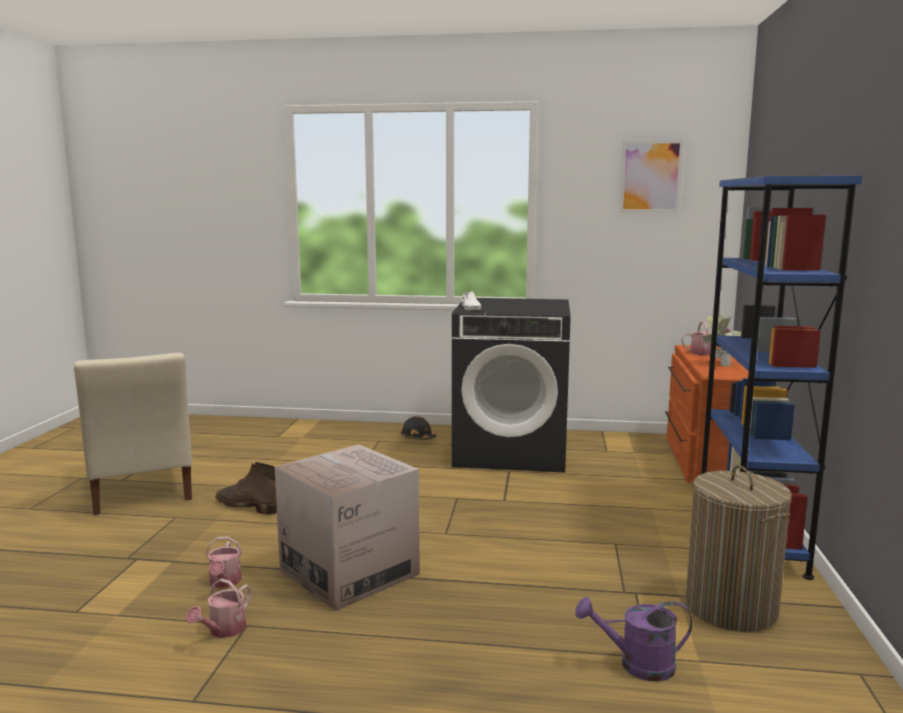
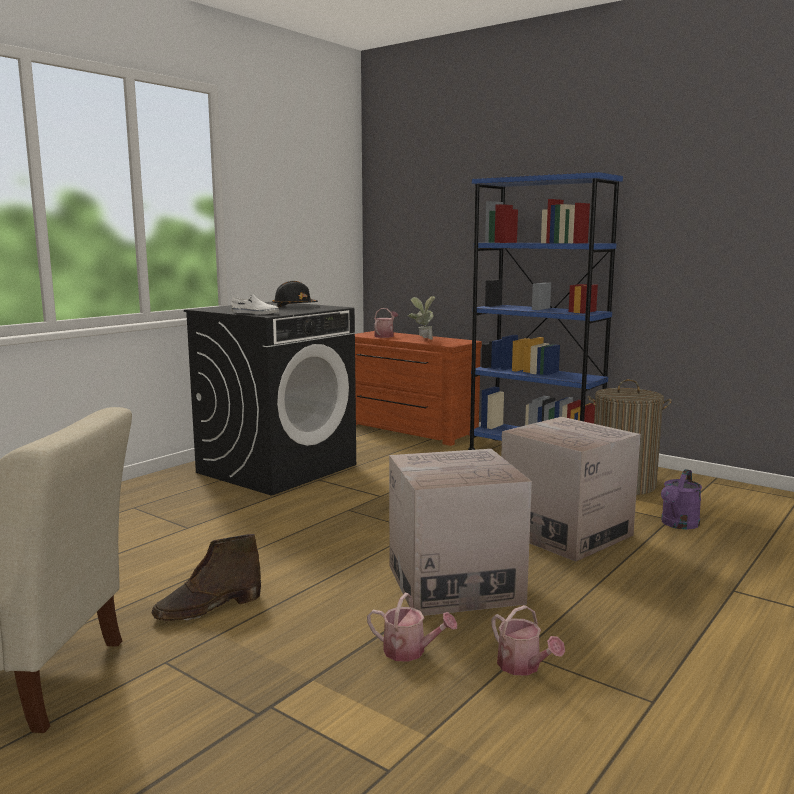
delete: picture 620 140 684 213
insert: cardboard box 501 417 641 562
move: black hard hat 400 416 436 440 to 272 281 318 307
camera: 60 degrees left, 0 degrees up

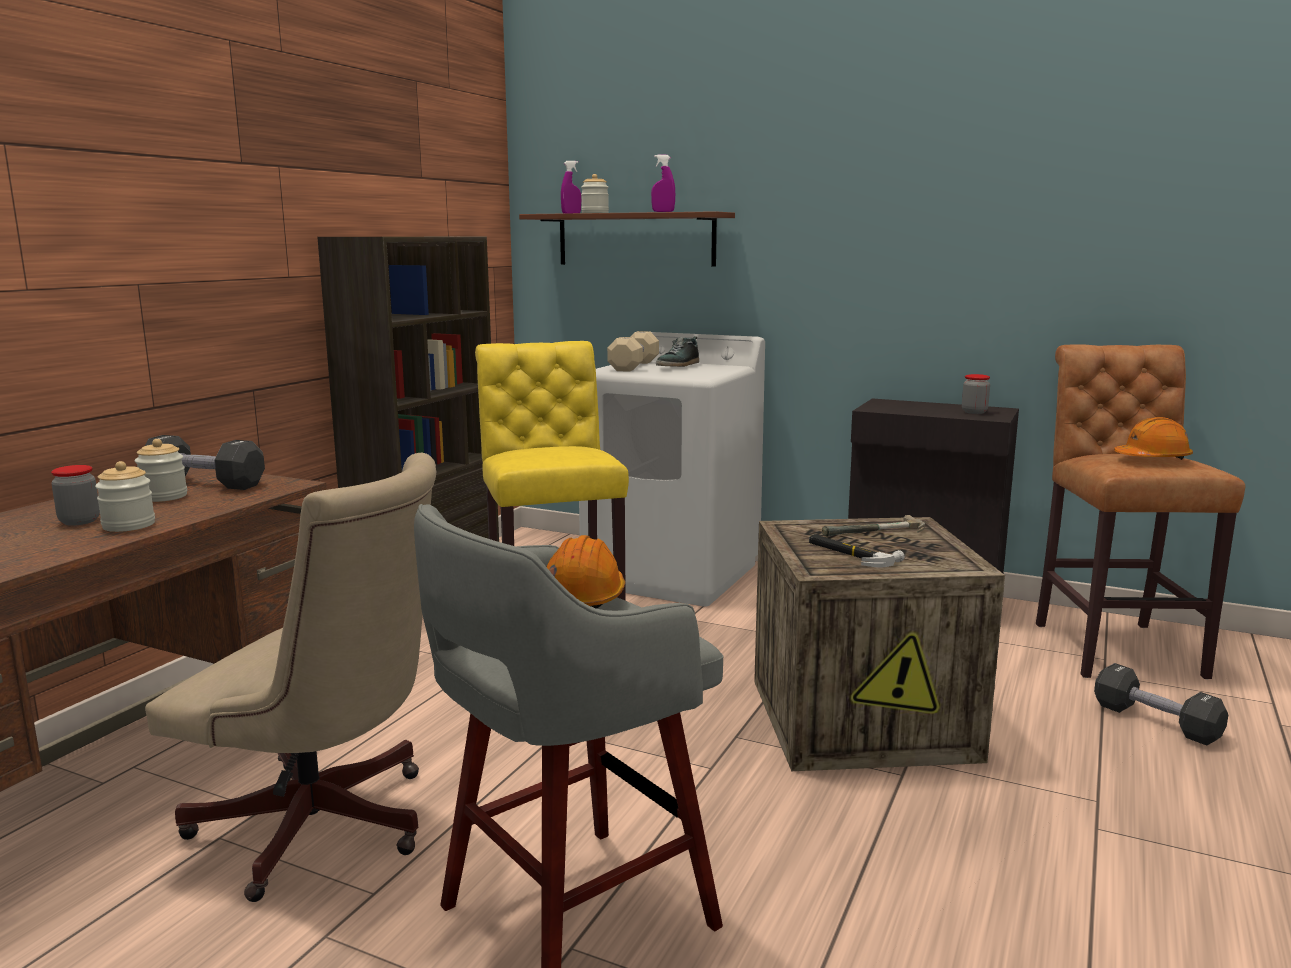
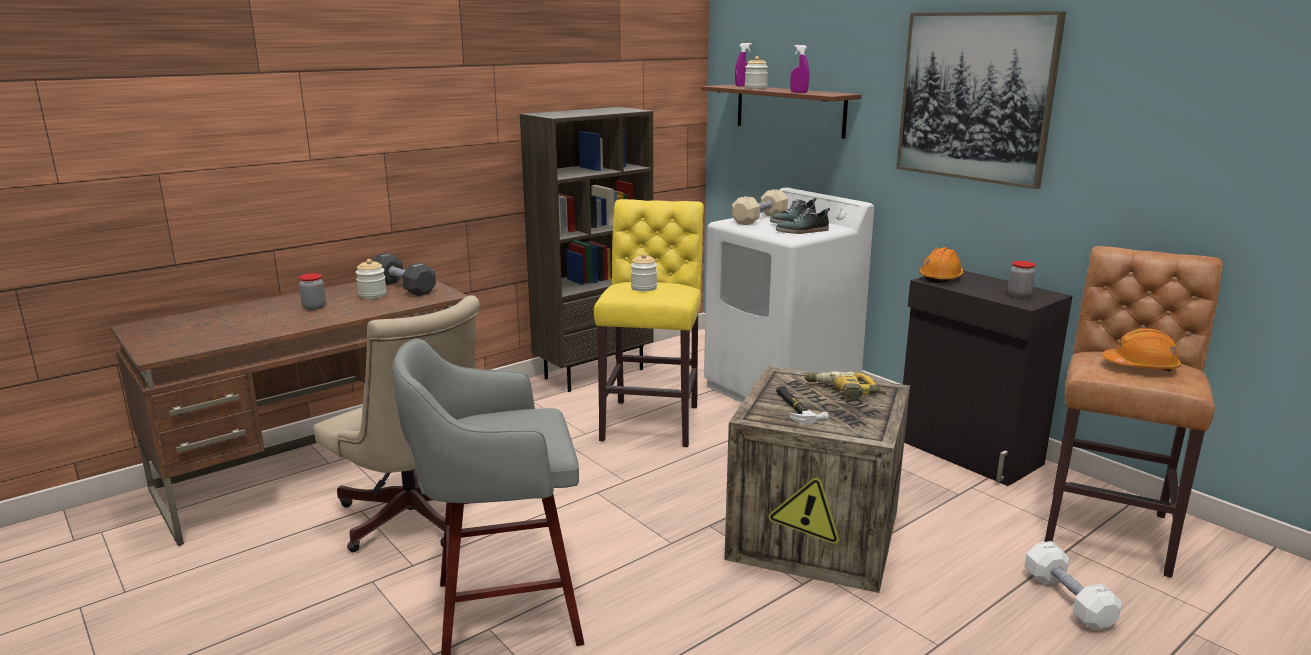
insert: shoe 776 208 830 234; picture 896 11 1066 189
move: jar 95 461 155 532 to 631 253 657 291; orange hard hat 547 535 625 609 to 919 247 964 283
replace: hammer 822 515 925 537 to power drill 804 371 886 400
recolor: black dumbbell 1094 663 1228 745 to white dumbbell 1024 541 1122 630
camera: 25 degrees right, 5 degrees up

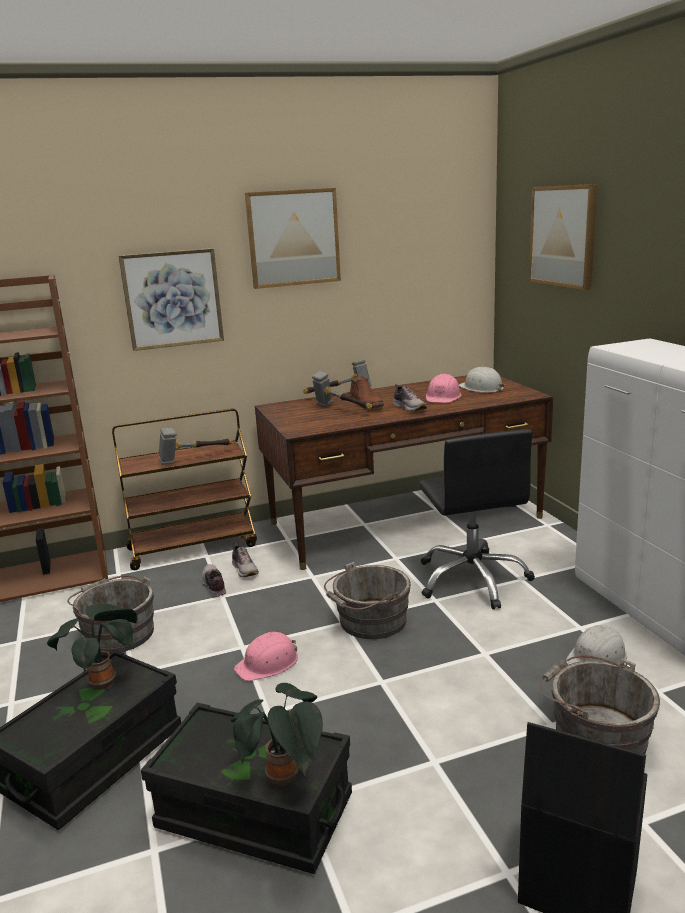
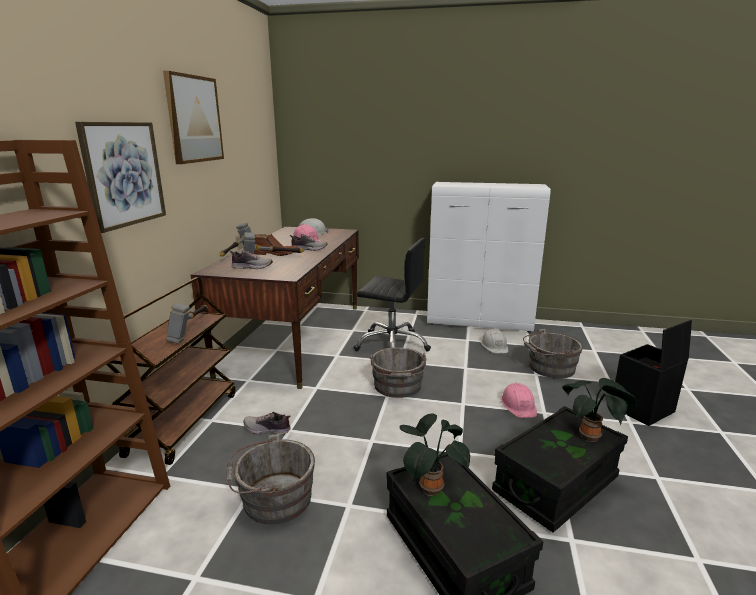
delete: picture 529 184 597 290
move: shoe 232 542 259 577 to 230 250 273 269; pink hard hat 234 632 298 681 to 501 383 537 418
camera: 60 degrees left, 0 degrees up

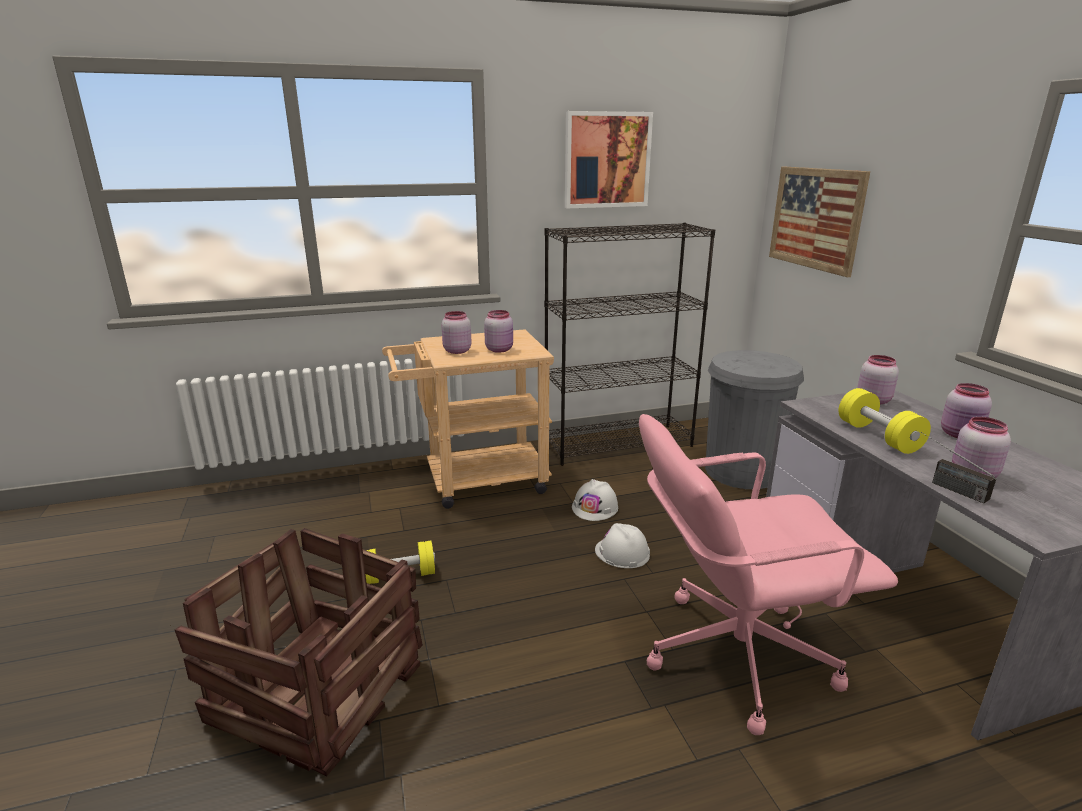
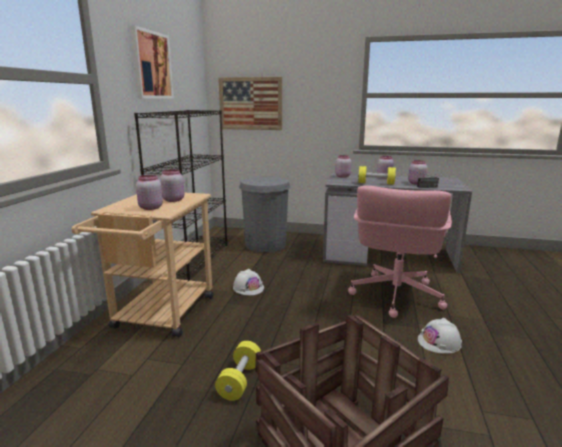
move: white hard hat 595 523 650 568 to 418 318 462 354
camera: 60 degrees left, 5 degrees down

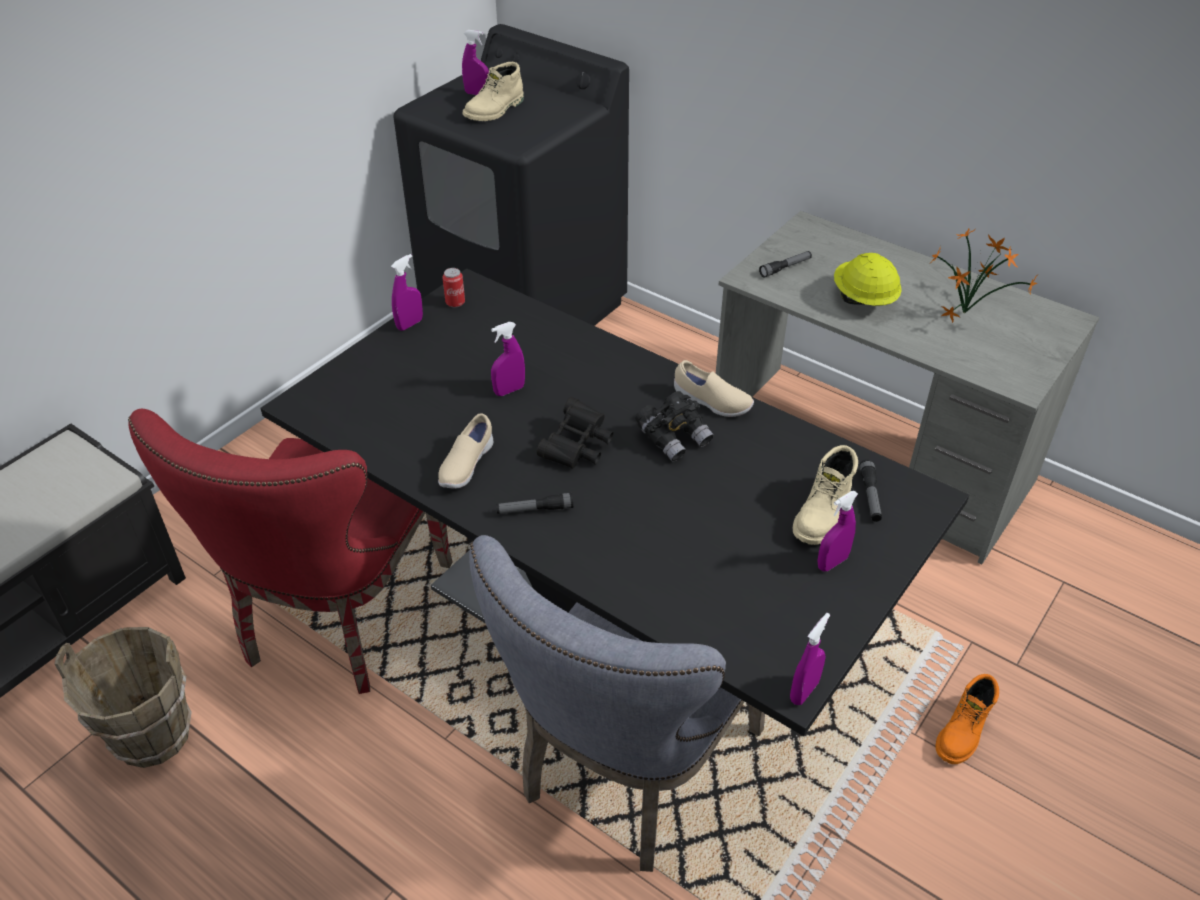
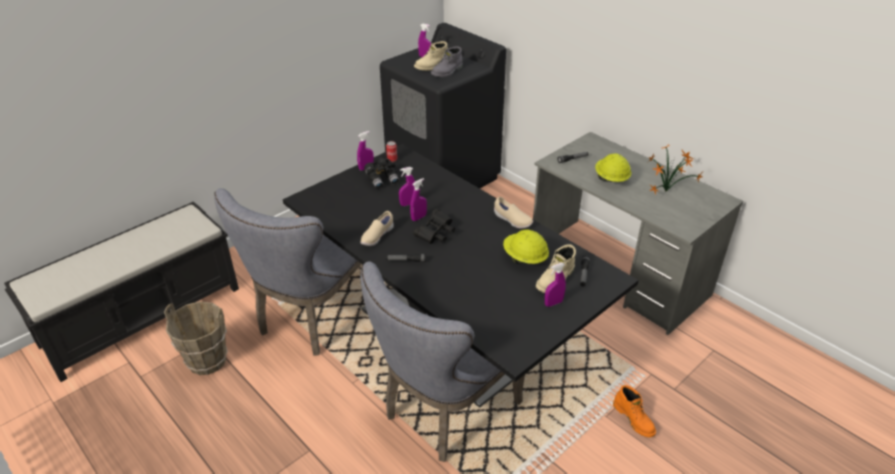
insert: grey boot 431 46 463 77; yellow hard hat 503 229 549 264
move: black binoculars 635 391 714 462 to 364 158 399 189; purple spray bottle 790 613 830 705 to 410 178 427 221
recolor: red chair 128 409 452 694 to grey chair 214 188 361 355
rotate: orange boot 935 674 999 764 = 613 385 656 437 75 degrees counterclockwise
camera: 10 degrees right, 5 degrees down

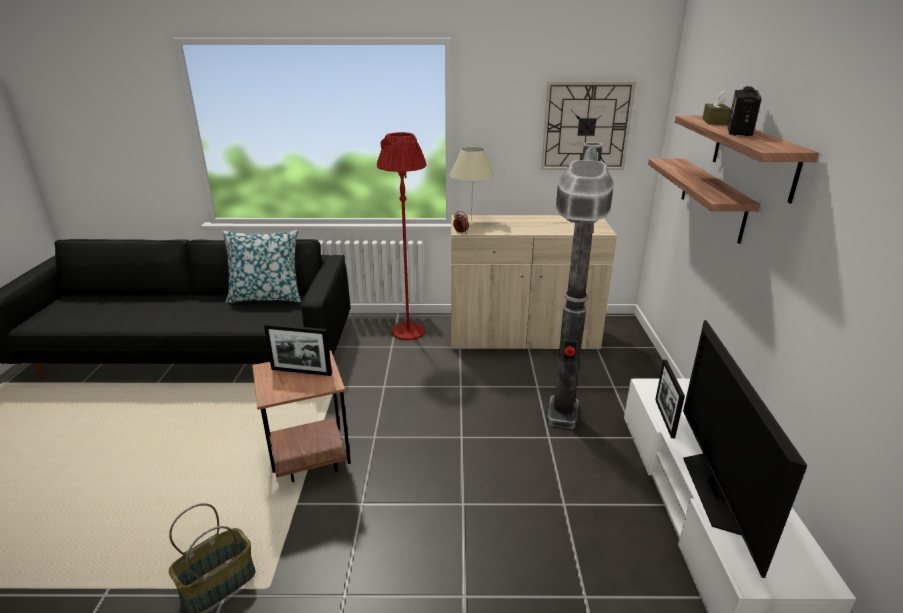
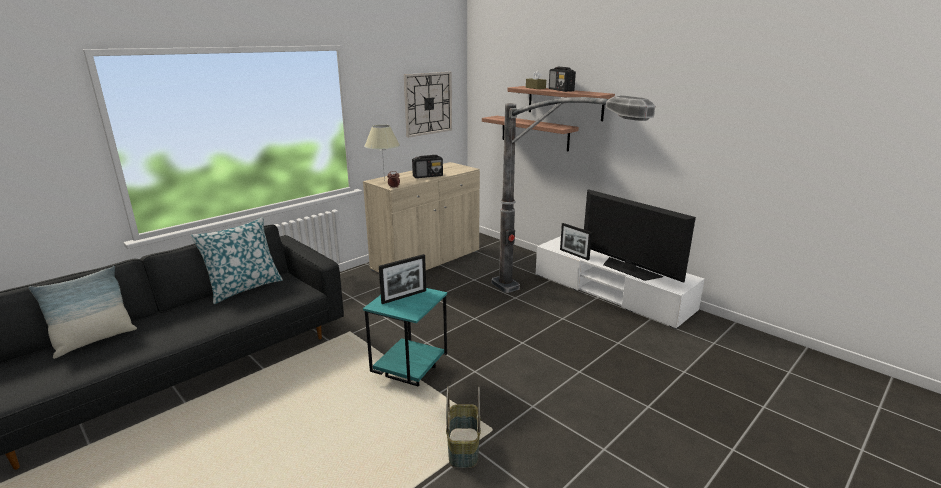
delete: red floor lamp 377 132 426 340
insert: pillow 29 266 137 359; radio 412 155 443 178
recolor: brown side table 252 351 351 482 to turquoise side table 363 288 447 387
camera: 45 degrees left, 5 degrees down

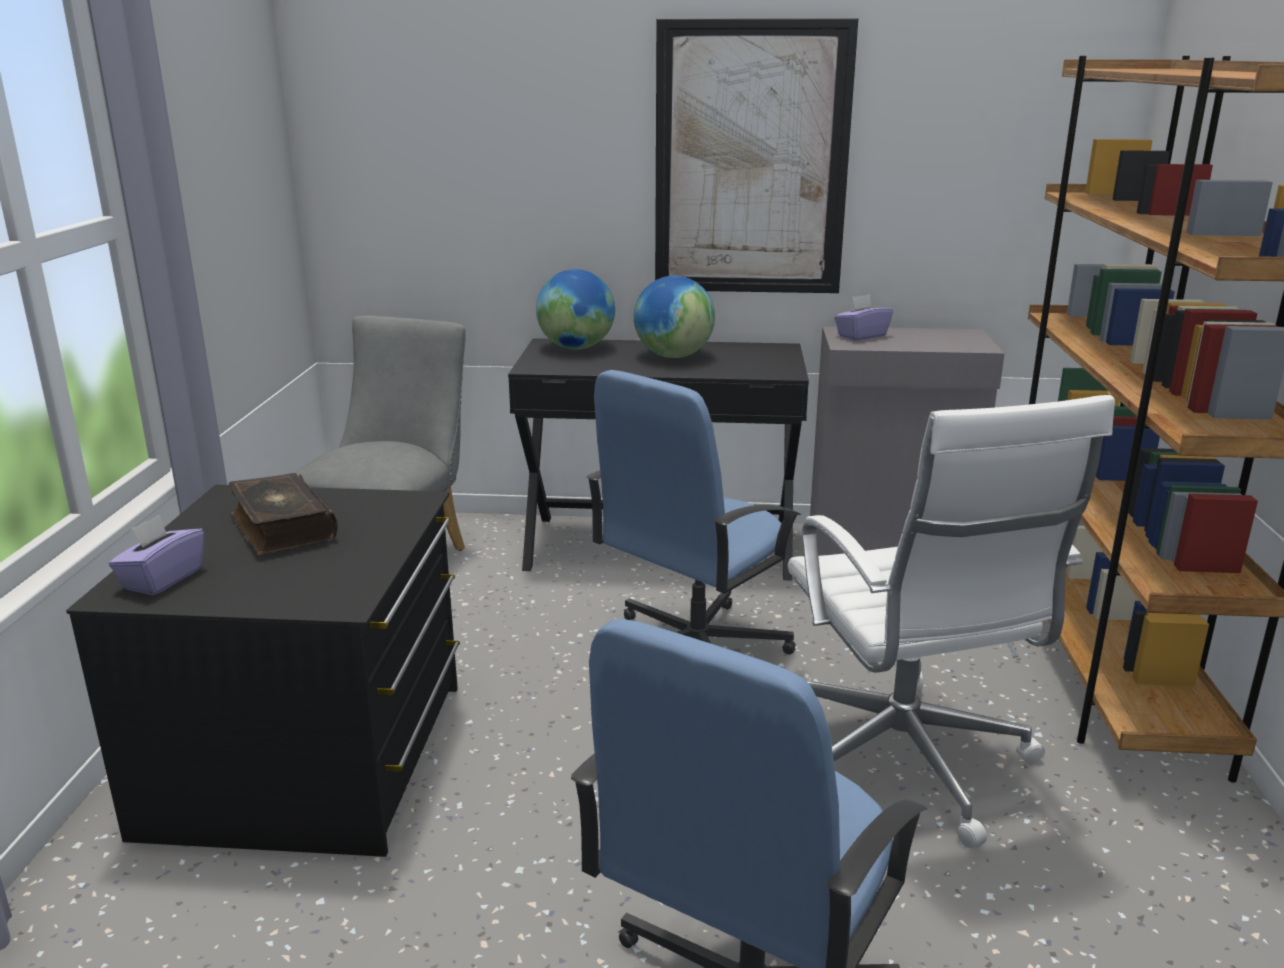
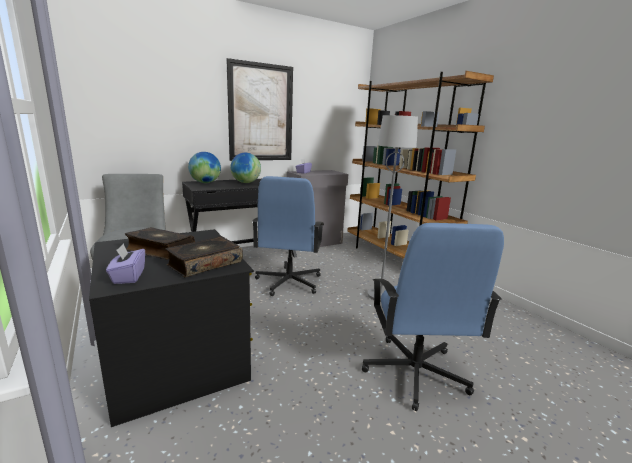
insert: book 166 236 243 277
replace: white office chair 788 395 1115 849 to grey floor lamp 367 115 418 302
camera: 35 degrees left, 5 degrees down

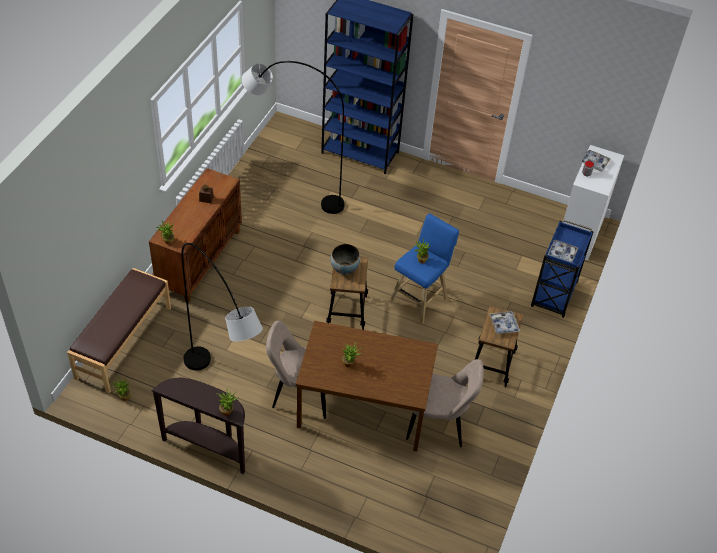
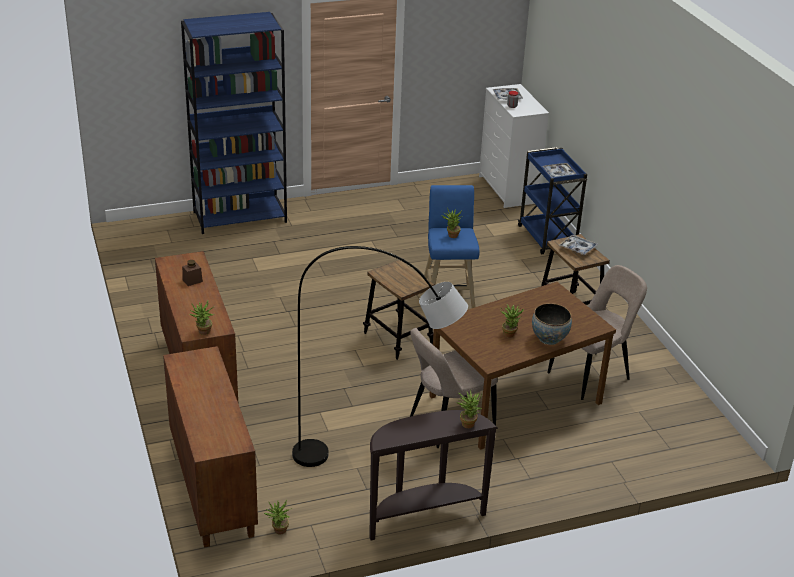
delete: grey floor lamp 242 61 345 214
move: bowl 331 244 360 275 to 532 303 572 345
replace: brown bench 67 268 171 393 to brown cabinet 163 346 258 548
camera: 40 degrees left, 15 degrees down

